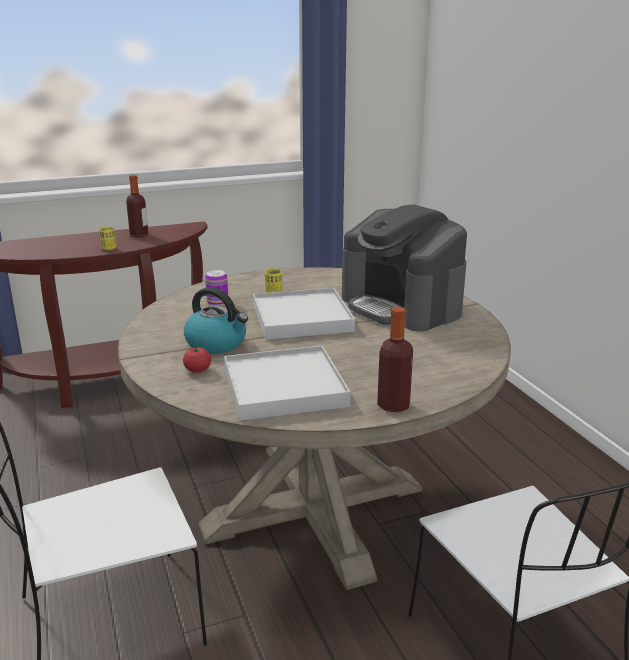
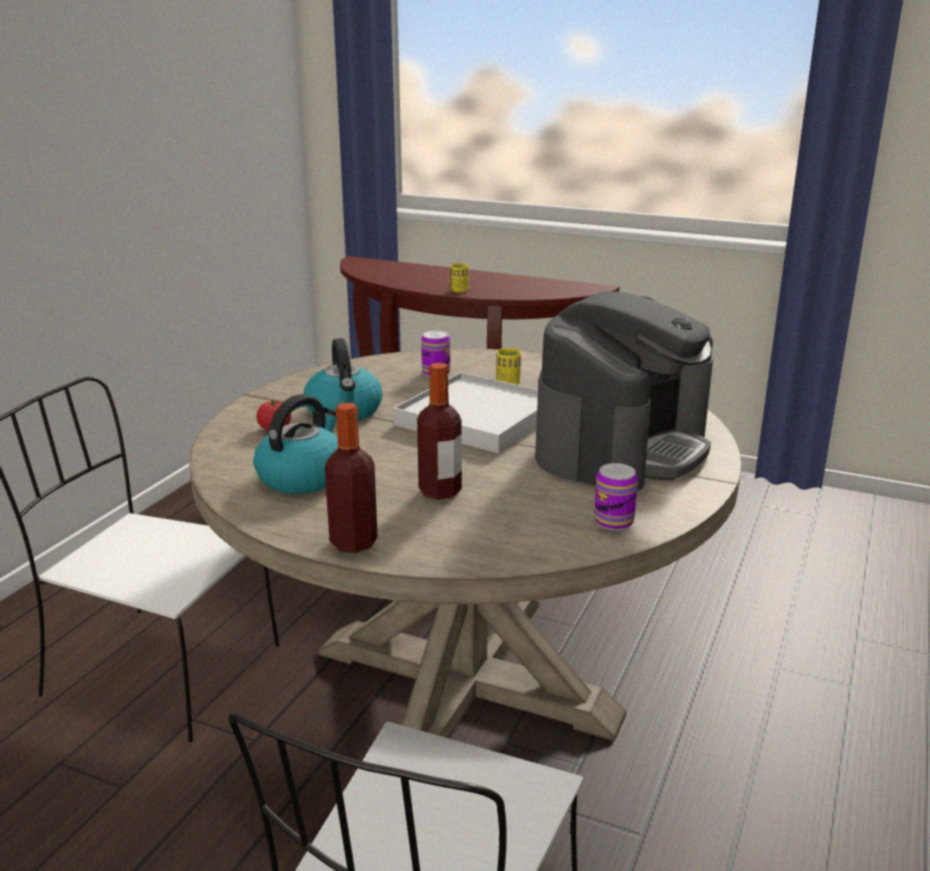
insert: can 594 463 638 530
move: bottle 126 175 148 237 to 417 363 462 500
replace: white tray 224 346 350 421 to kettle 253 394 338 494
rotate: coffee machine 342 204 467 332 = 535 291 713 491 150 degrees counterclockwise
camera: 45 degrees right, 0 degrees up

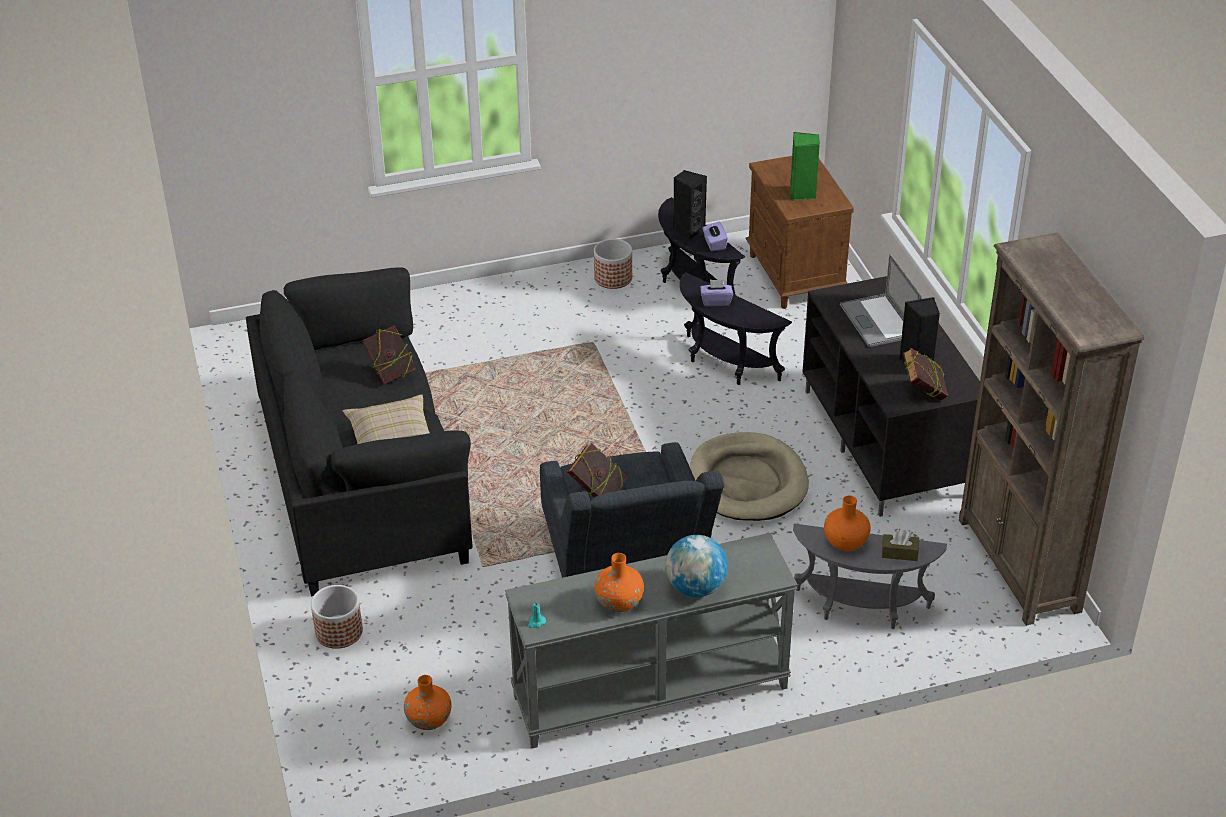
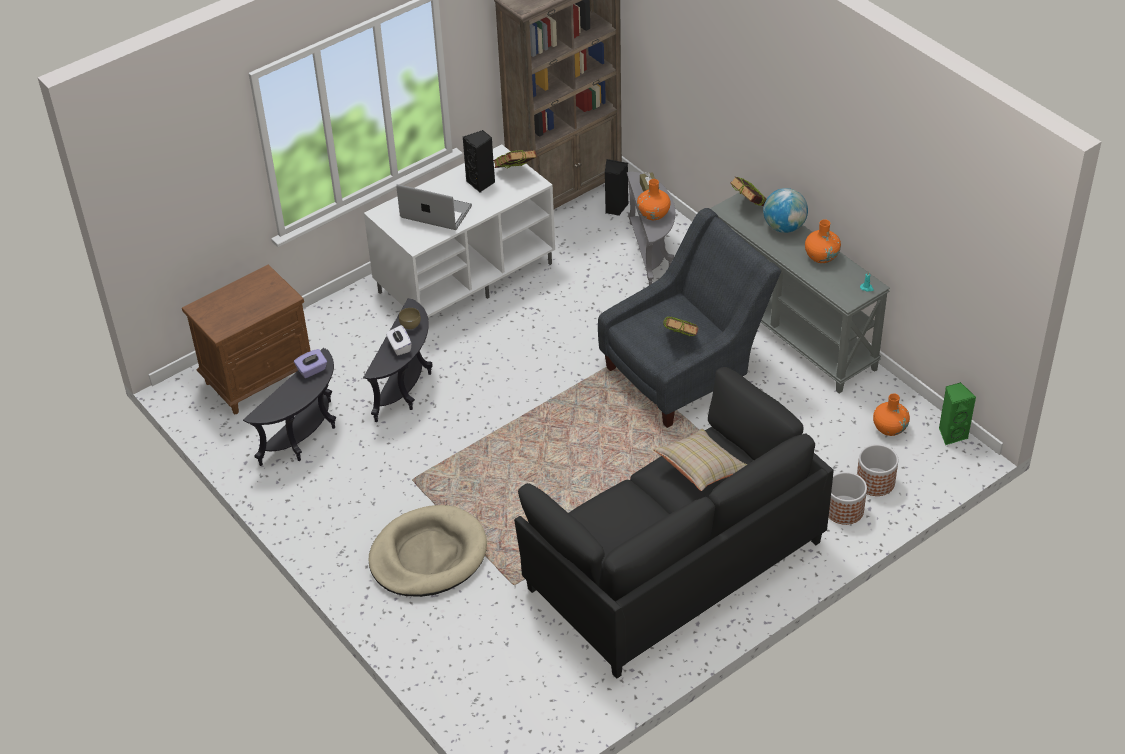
insert: brown bowl 399 308 421 330
move: book 363 325 416 384 to 730 177 766 206; planter 594 239 632 289 to 857 444 898 496; black speaker 673 170 707 241 to 605 159 628 216; beige dog bed 690 432 809 521 to 369 505 487 597; green speaker 790 132 820 201 to 939 382 976 445
recolor: purple tissue box 700 280 733 306 to white tissue box 386 325 411 356; black tv stand 803 276 980 517 to white tv stand 364 144 555 317
rotate: laptop 840 254 922 347 = 396 184 472 230 120 degrees counterclockwise
camera: 110 degrees left, 5 degrees up

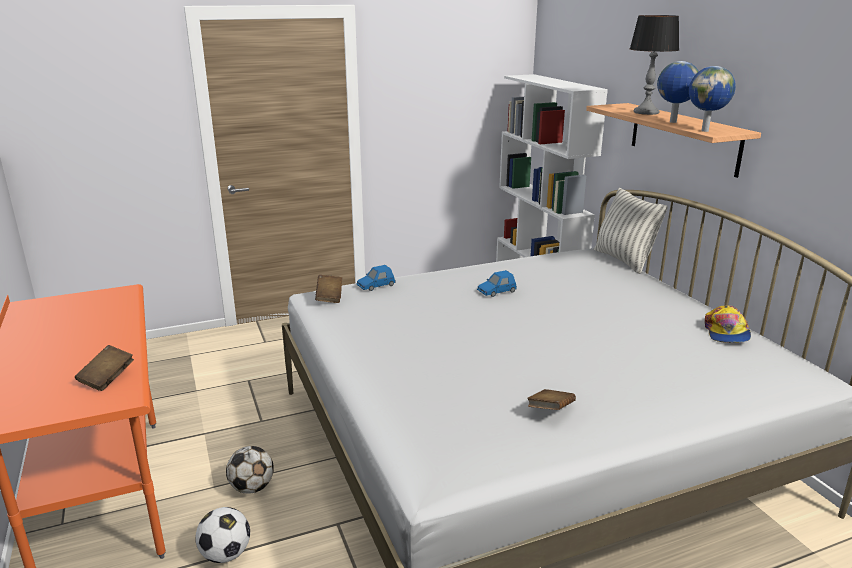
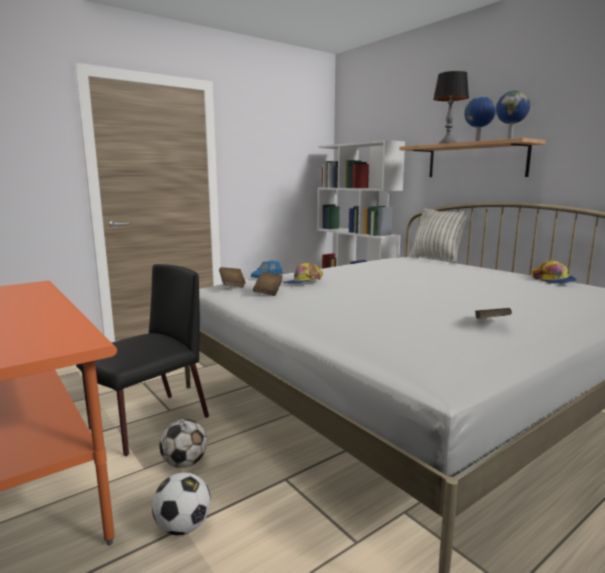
delete: blue toy car 477 270 517 297
insert: black chair 76 264 209 456; cap 283 263 323 283
move: brown book 75 345 134 391 to 253 272 283 296
camera: 15 degrees left, 10 degrees down

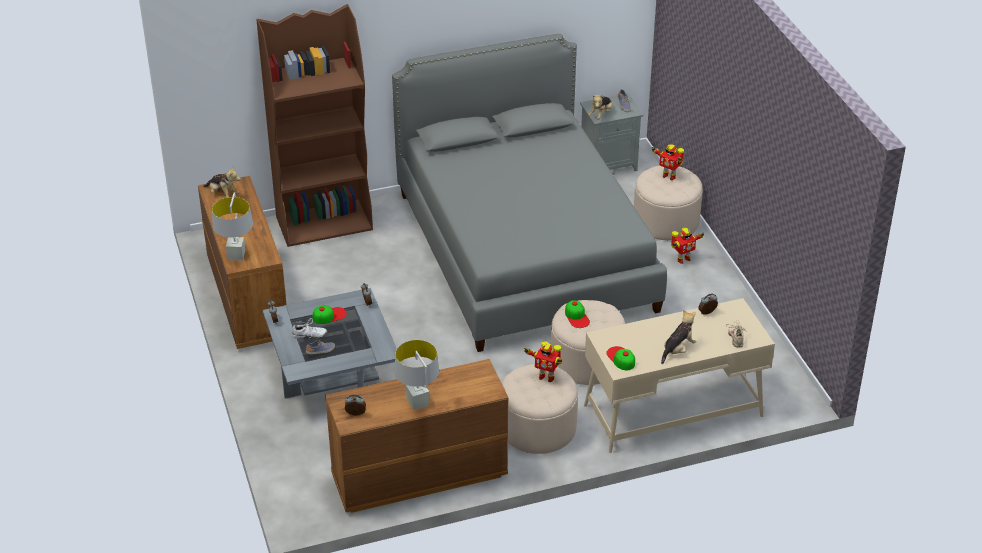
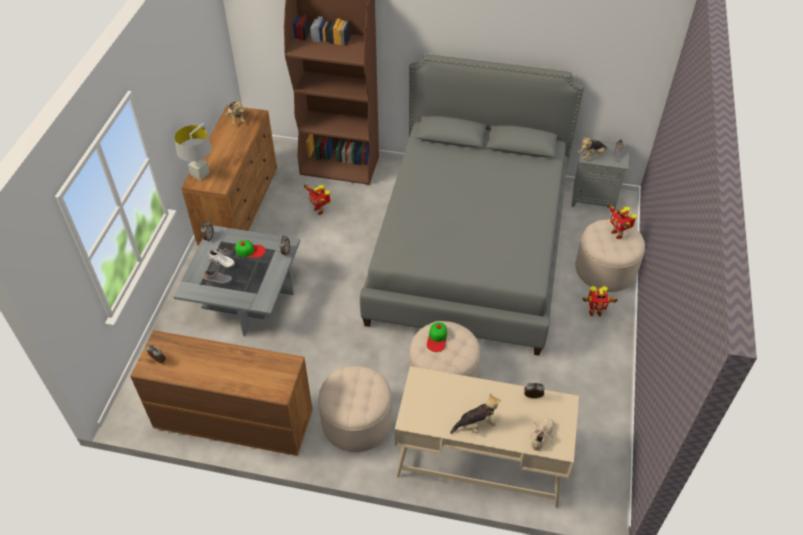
delete: grey table lamp 394 340 439 410; cap 606 346 635 370
move: toy robot 524 341 562 382 to 304 184 331 215
camera: 30 degrees right, 10 degrees up

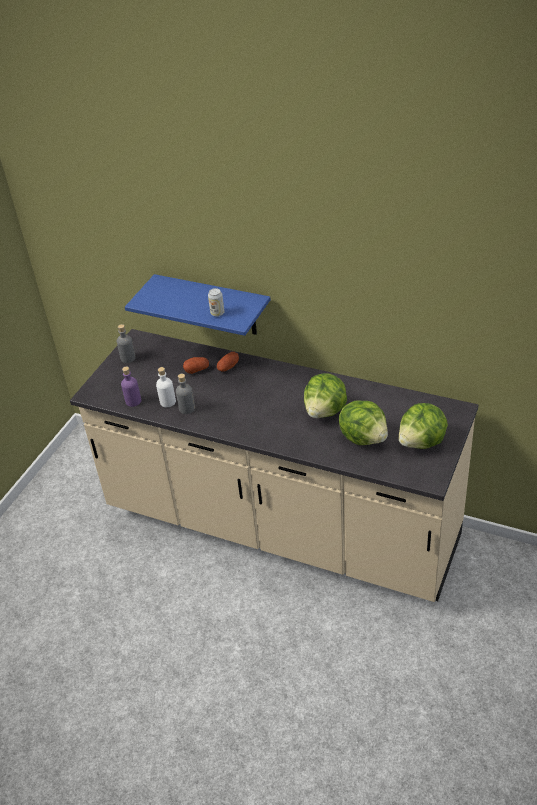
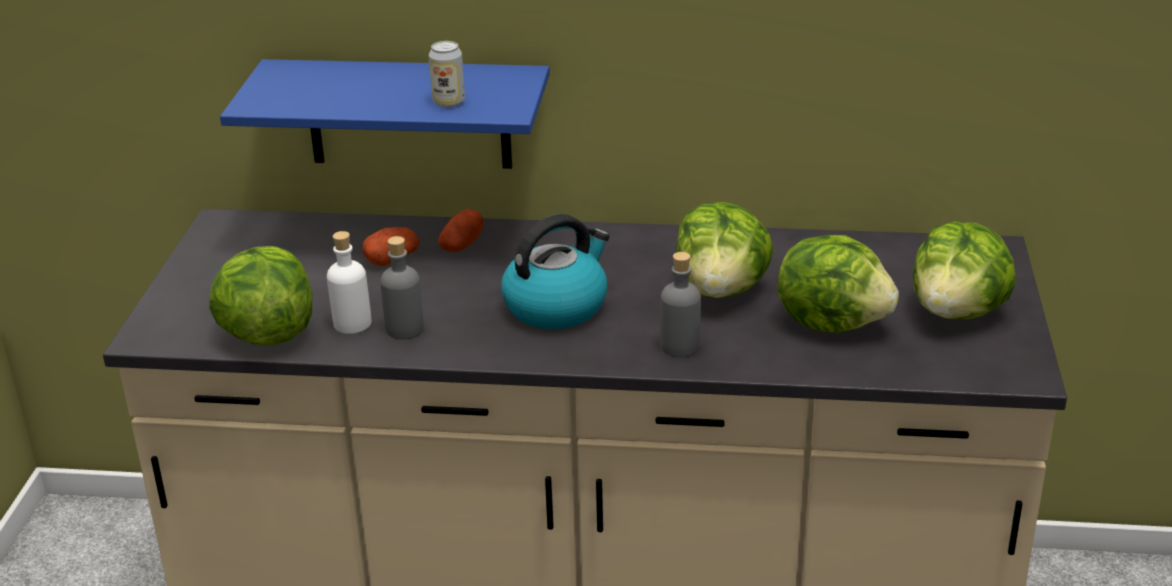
insert: kettle 501 214 610 329
move: grey bottle 117 324 136 363 to 660 252 701 357
replace: purple bottle 121 366 141 407 to lettuce 209 246 312 346
camera: 20 degrees left, 10 degrees down

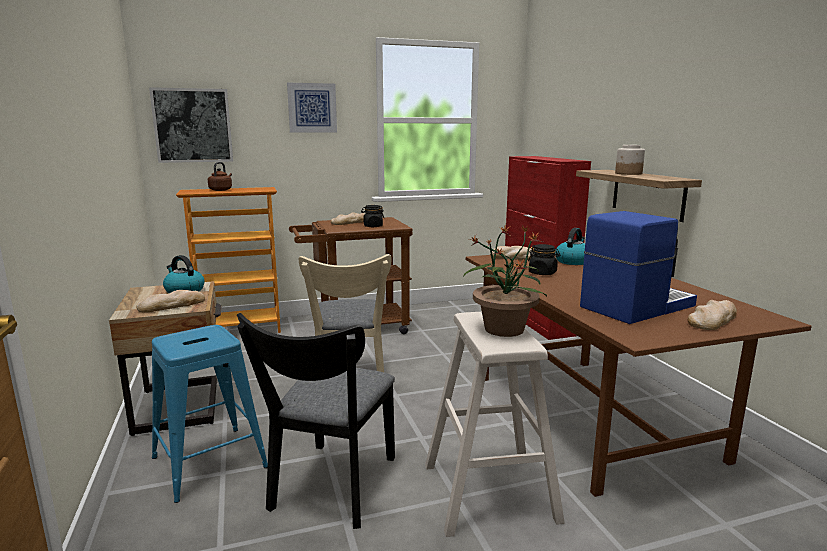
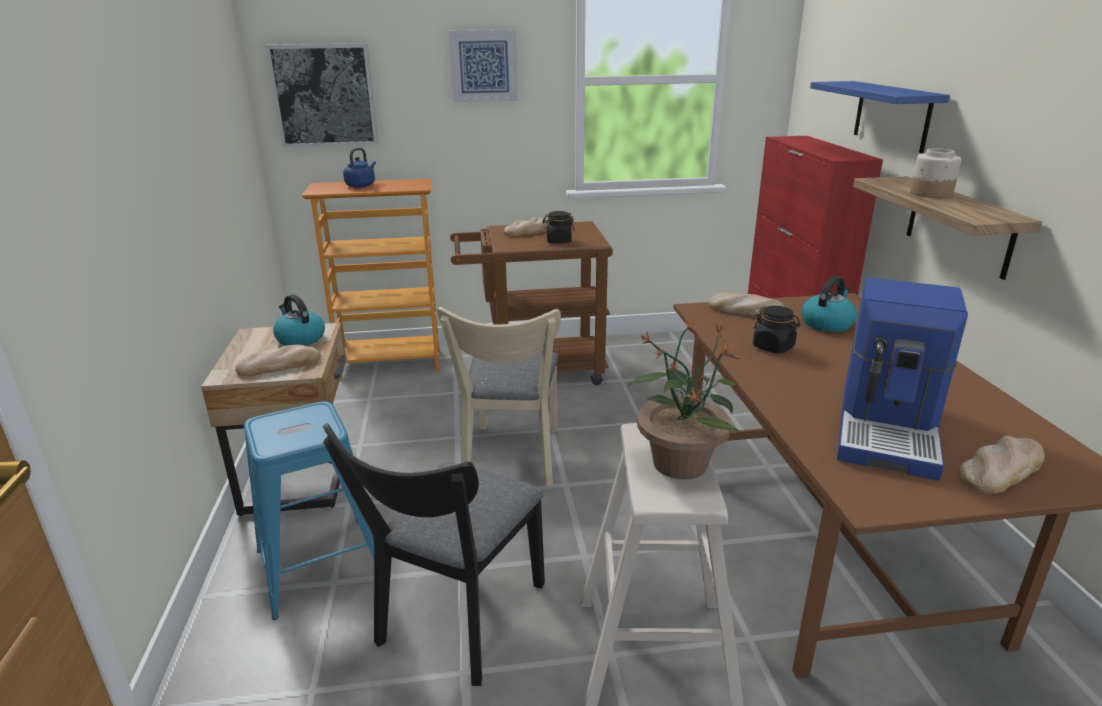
insert: blue shelf 810 81 950 153
recolor: brown kettle 208 162 232 191 to blue kettle 343 148 376 188
rotate: coffee machine 580 211 697 324 = 837 278 968 481 135 degrees clockwise
camera: 10 degrees right, 10 degrees up

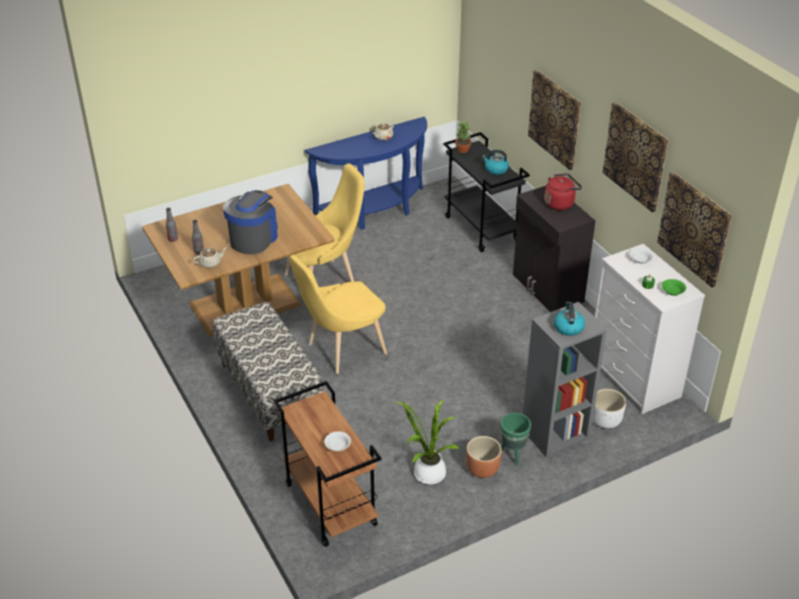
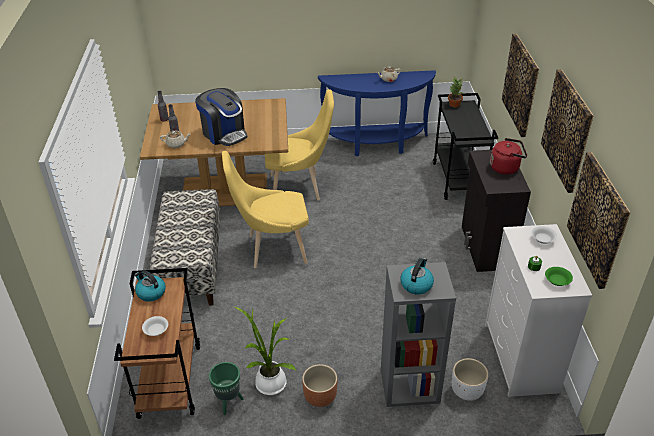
move: kettle 482 150 509 175 to 134 270 166 302; green planter 501 413 531 466 to 209 362 243 415
rotate: coffee machine 223 190 278 254 = 195 88 247 146 90 degrees clockwise
camera: 25 degrees right, 0 degrees up

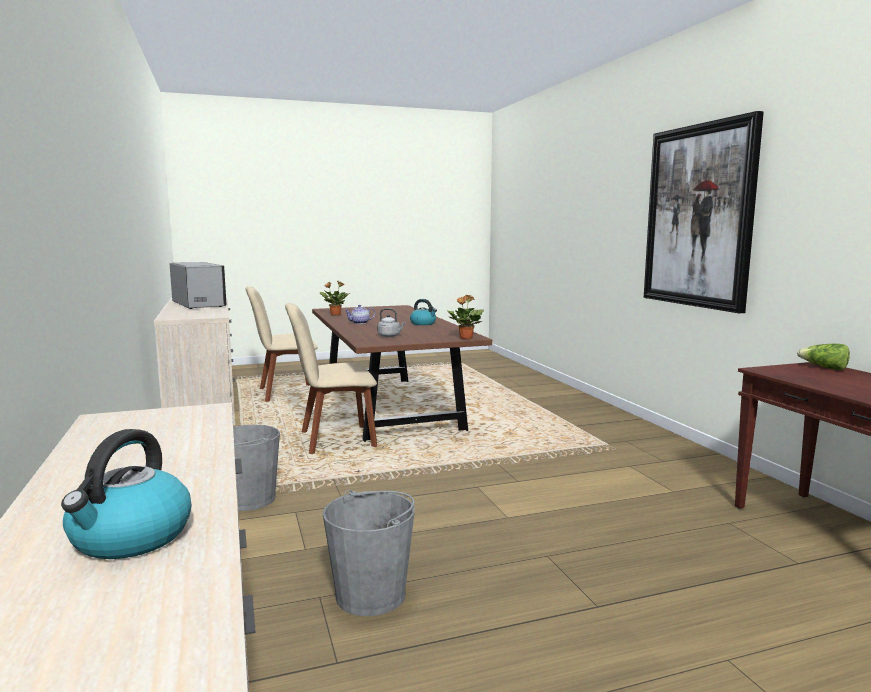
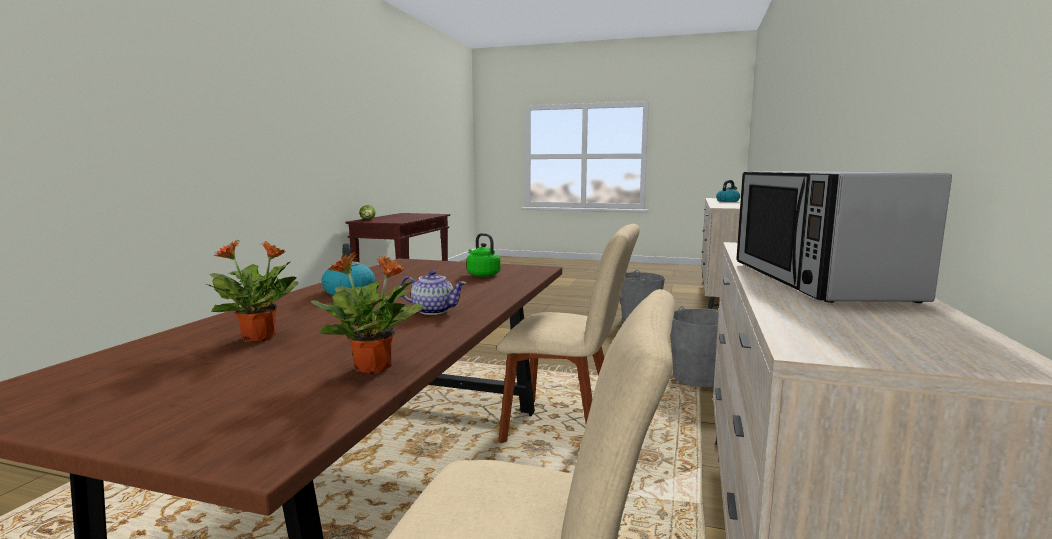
delete: picture 644 111 764 313
move: potted plant 447 295 484 339 to 206 240 299 342
recolor: grey kettle 377 308 405 337 to green kettle 467 233 501 277
camera: 145 degrees left, 0 degrees up

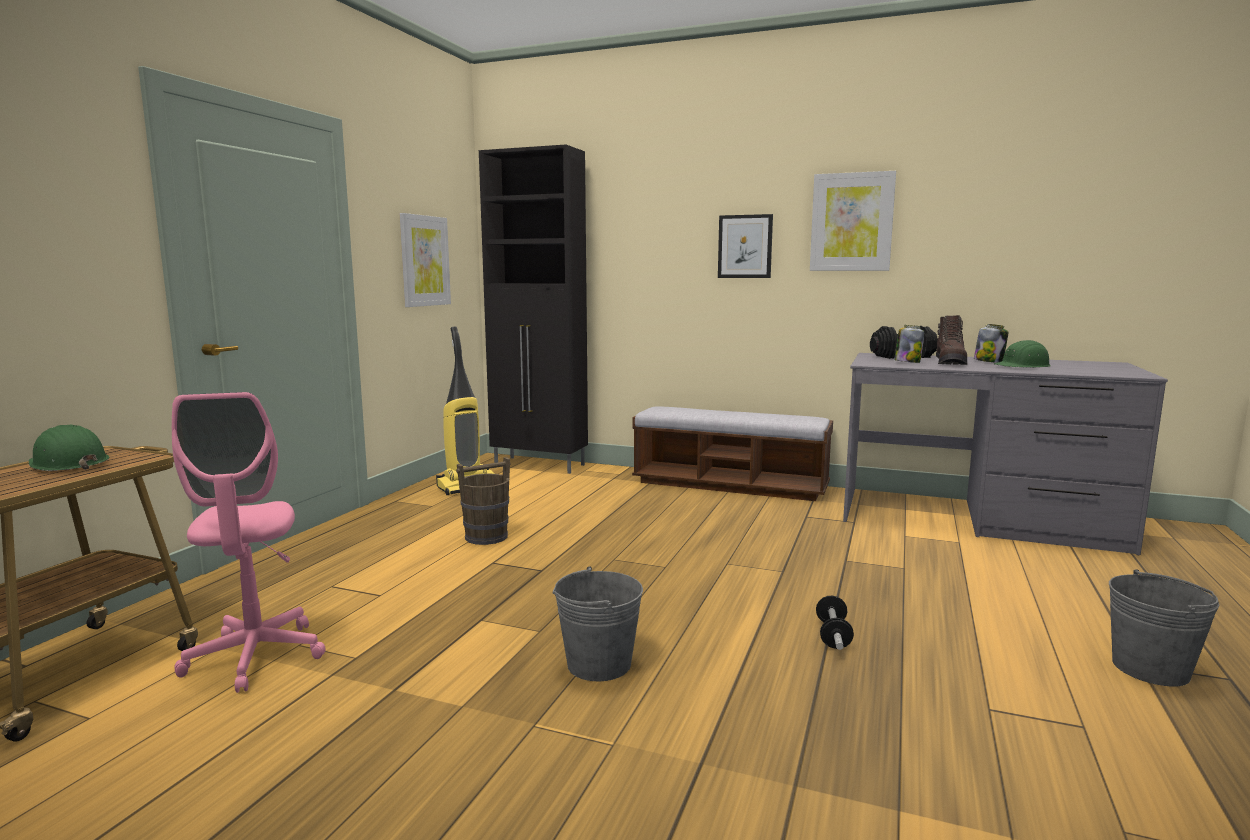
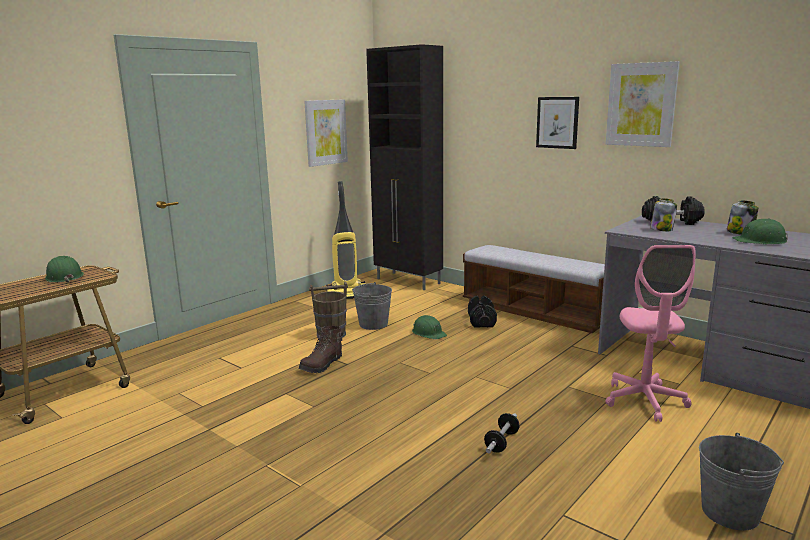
insert: green hard hat 412 315 447 339; black dumbbell 468 295 497 328
move: pink office chair 172 392 326 693 to 606 245 695 422; grey bucket 553 566 643 681 to 352 282 392 330; brown boot 936 315 967 365 to 299 326 343 373
camera: 20 degrees right, 5 degrees up

